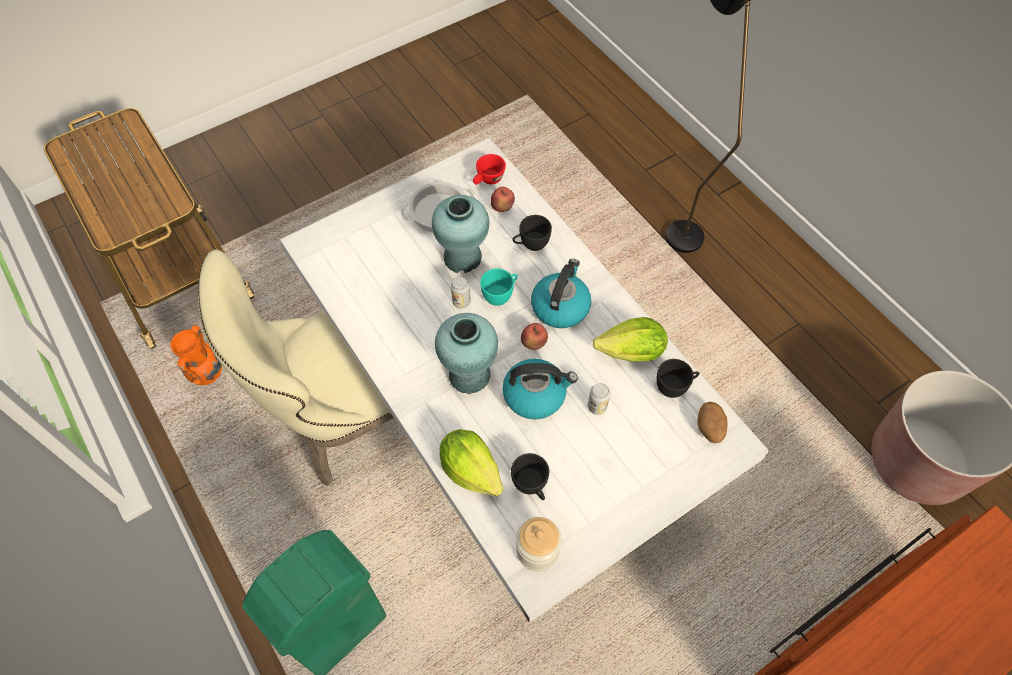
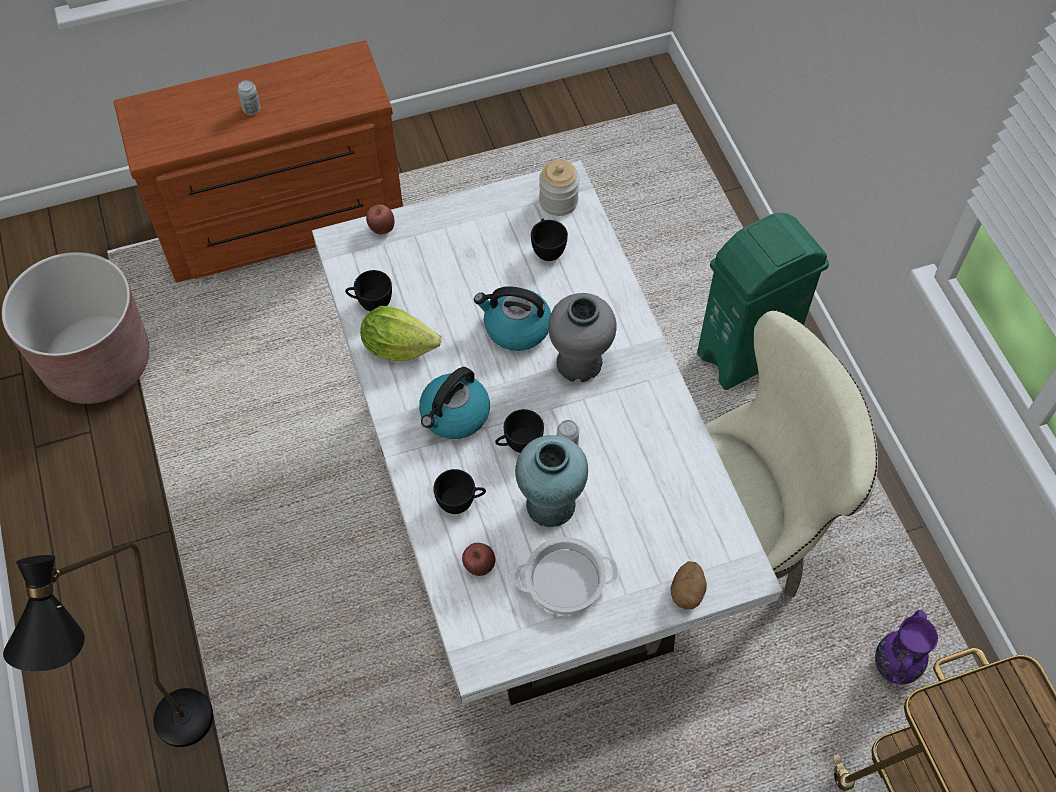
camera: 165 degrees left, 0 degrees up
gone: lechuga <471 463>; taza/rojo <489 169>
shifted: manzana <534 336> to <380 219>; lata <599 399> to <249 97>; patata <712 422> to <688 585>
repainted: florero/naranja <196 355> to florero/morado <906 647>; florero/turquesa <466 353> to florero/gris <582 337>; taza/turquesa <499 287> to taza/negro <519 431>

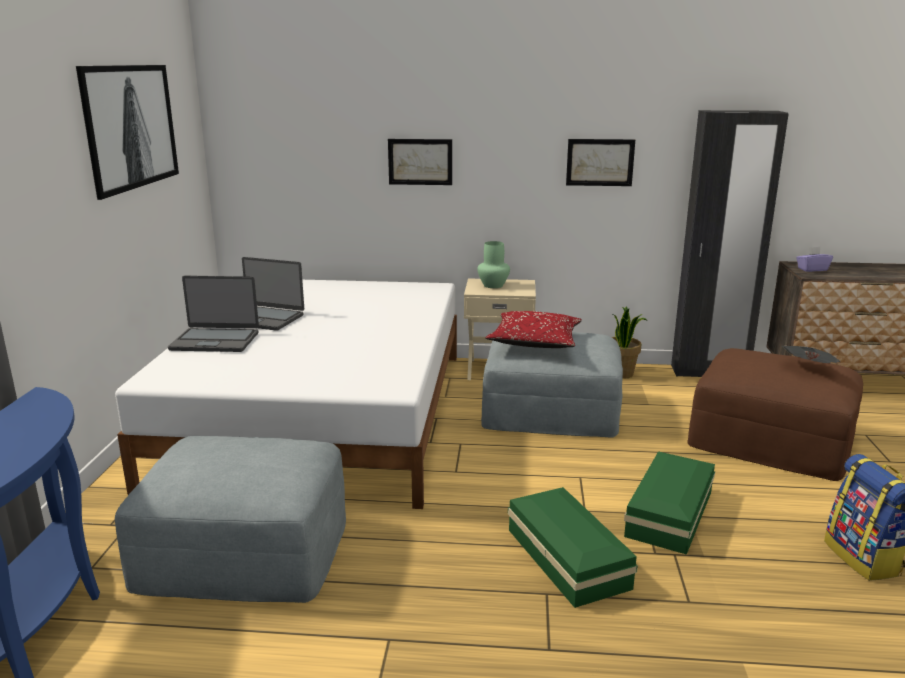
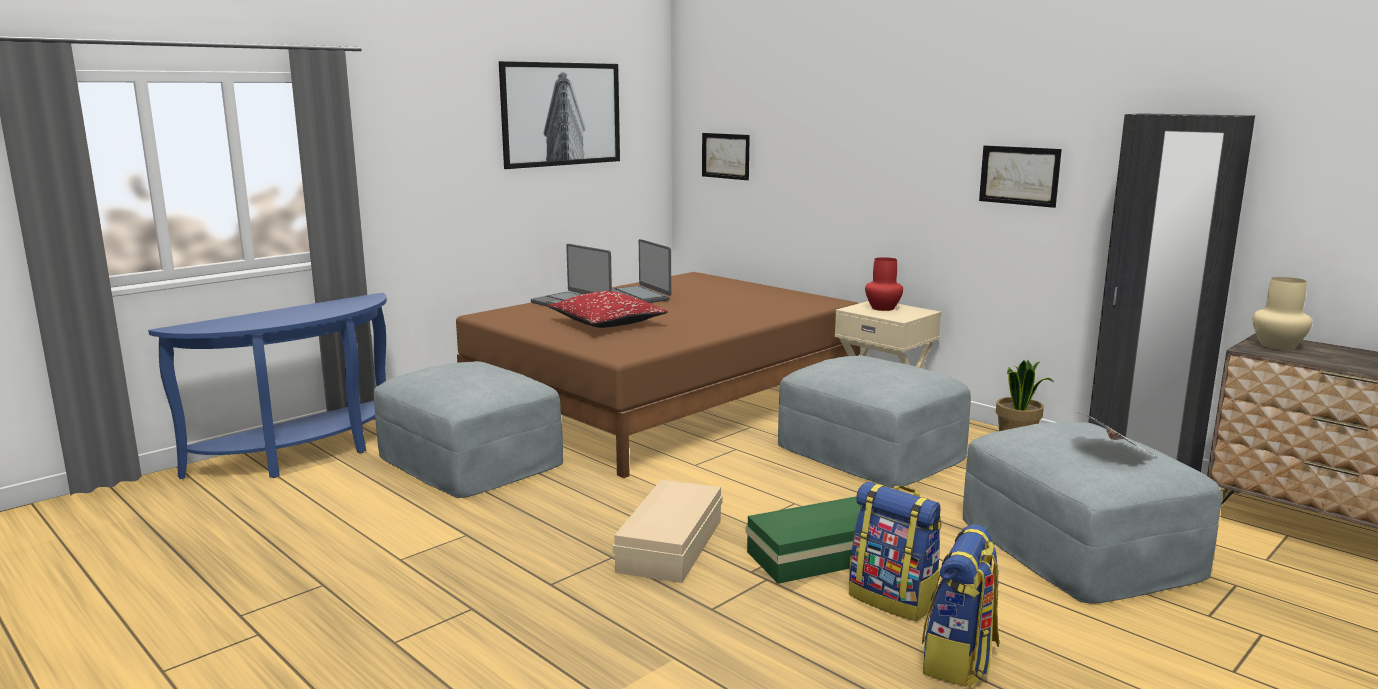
camera: 40 degrees right, 5 degrees down
new: mochila <896 551>
shifted: cuadro <420 162> to <726 156>; cojín/rojo <533 329> to <608 309>
swapped: caja de pañuelos/morado <814 259> to florero/beis <1283 313>
repainted: cama/blanco <286 394> to cama/marrón <658 375>; florero/verde <493 264> to florero/rojo <884 284>; caja de almacenaje/verde <573 547> to caja de almacenaje/beis <668 531>; puf/marrón <775 414> to puf/gris <1092 513>

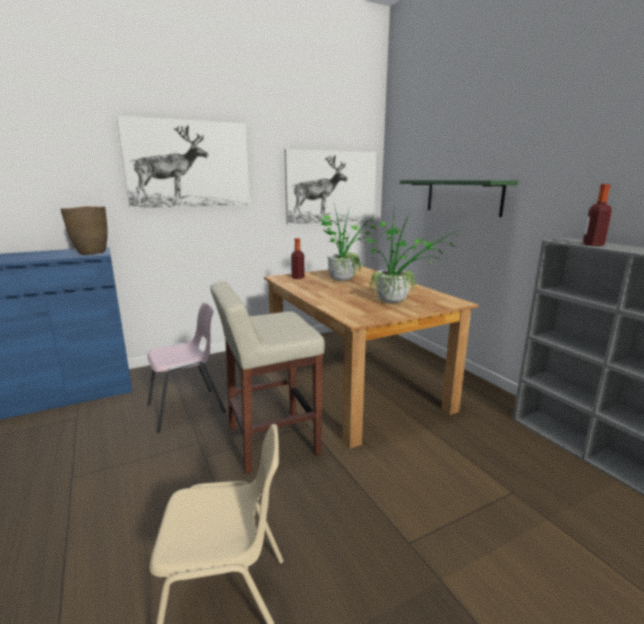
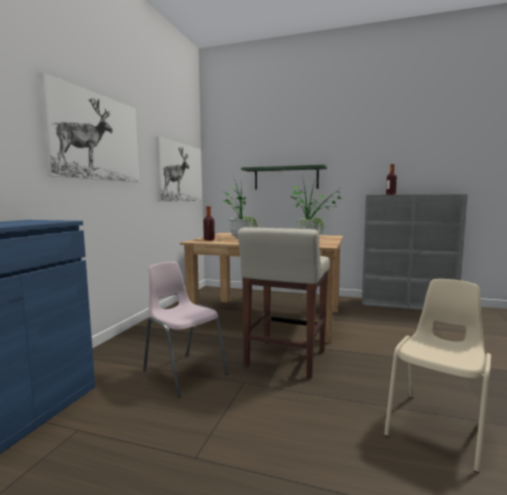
camera: 45 degrees left, 10 degrees down
gone: florero/marrón <84 230>
rotated: silla/rosa <186 367> = <185 330> 60 degrees counterclockwise

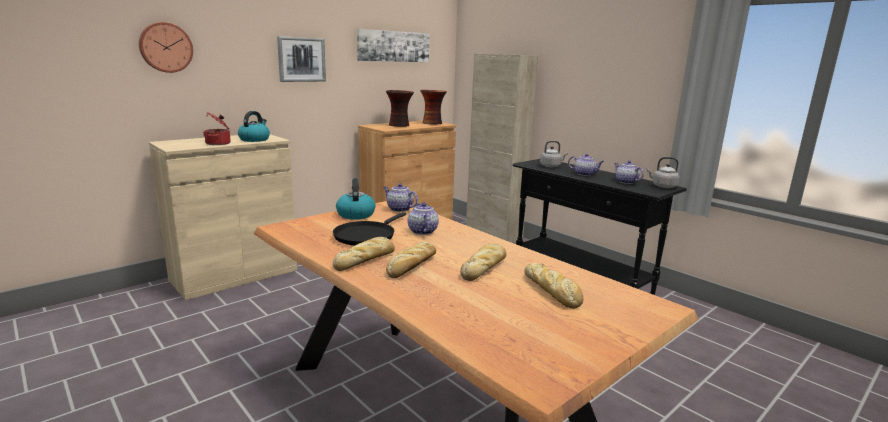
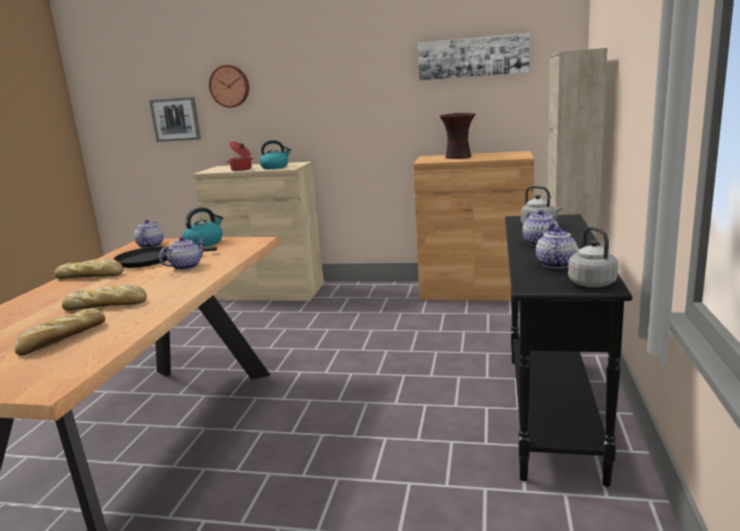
camera: 55 degrees right, 0 degrees up
gone: pan <411 260>; florero <433 107>
shifted: cuadro <301 59> to <175 119>; tetera <400 197> to <149 234>

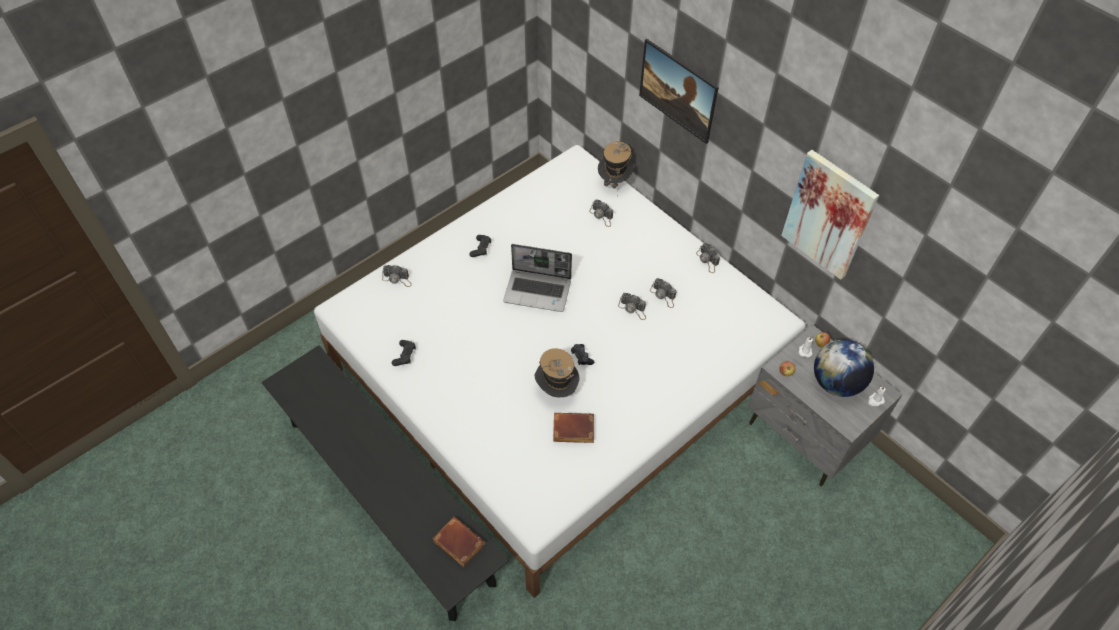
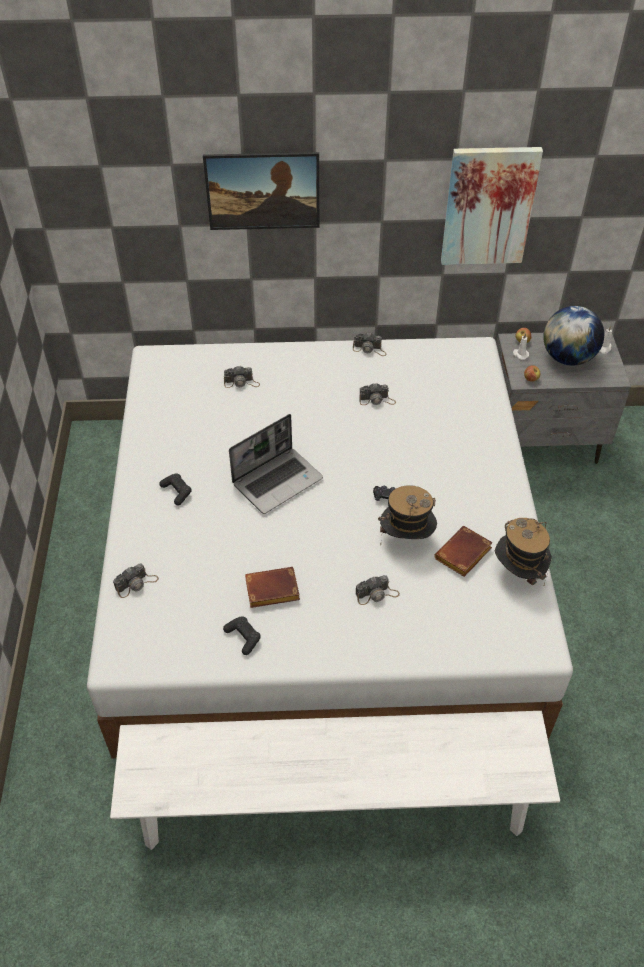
camera: 50 degrees left, 5 degrees down
shifted: libro/marrón <459 542> to <272 587>; sombrero <616 168> to <523 551>; cámara <632 306> to <378 590>
repainted: banco/negro <385 483> to banco/blanco <335 780>

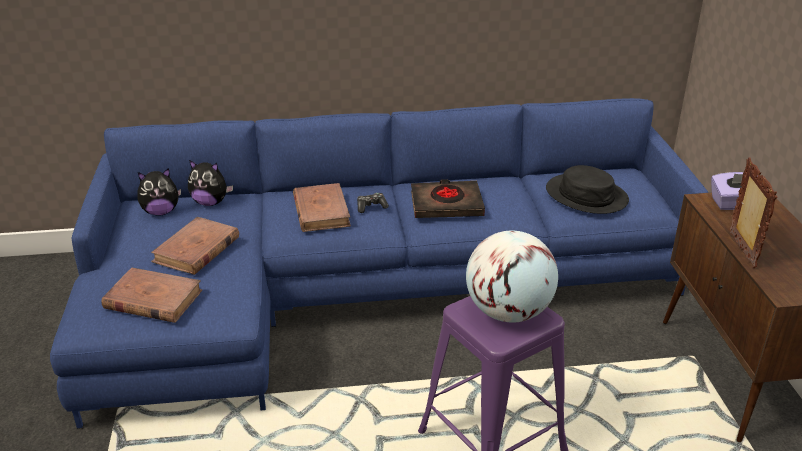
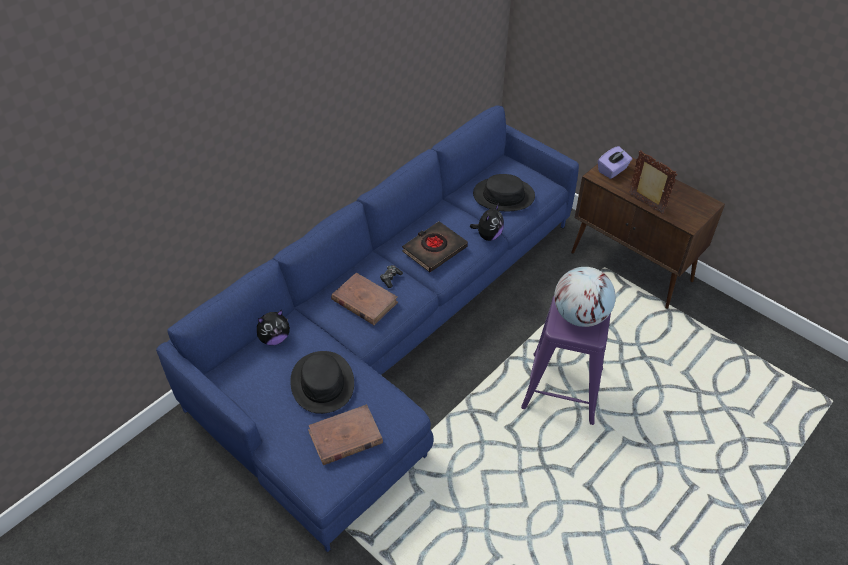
camera: 40 degrees left, 15 degrees up
shifted: peluche <159 192> to <487 222>
swapped: libro/marrón <195 246> to sombrero/negro <322 382>

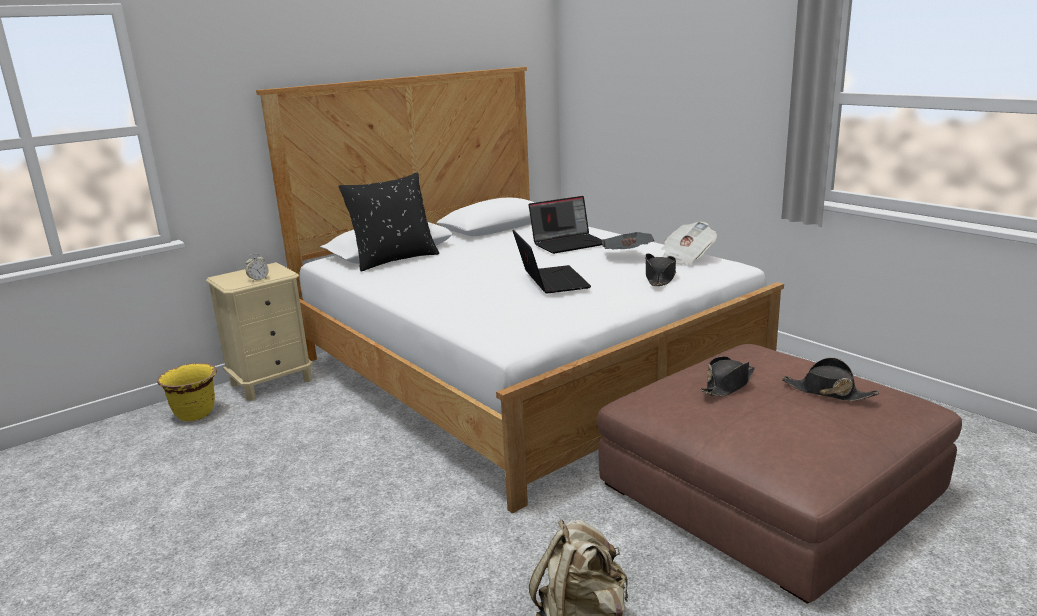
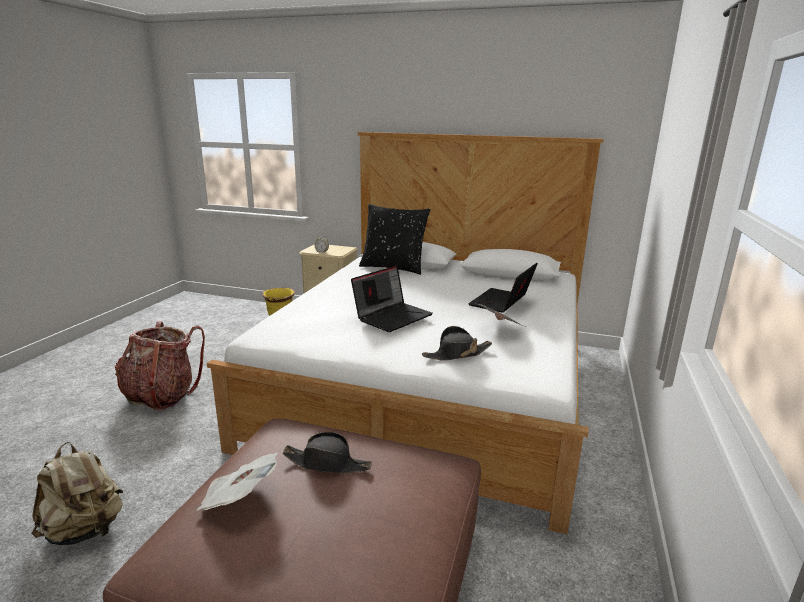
camera: 55 degrees right, 0 degrees up
gone: sombrero/negro <830 379>
new: mochila <160 366>
shifted: periódico <689 243> to <237 482>
rotated: portátil <565 225> = <503 288> 90 degrees clockwise

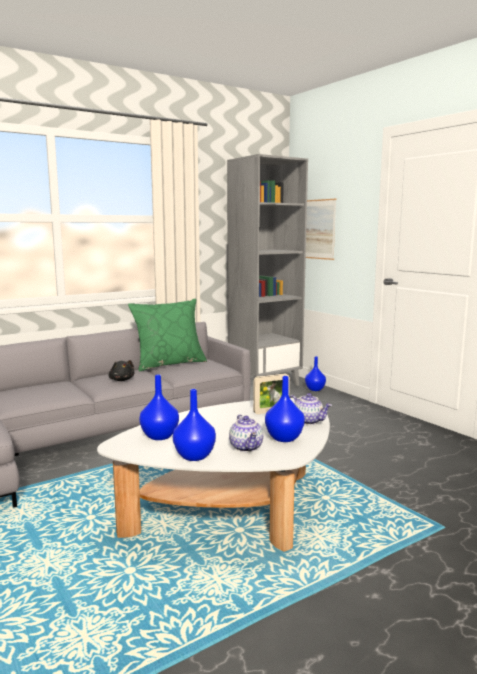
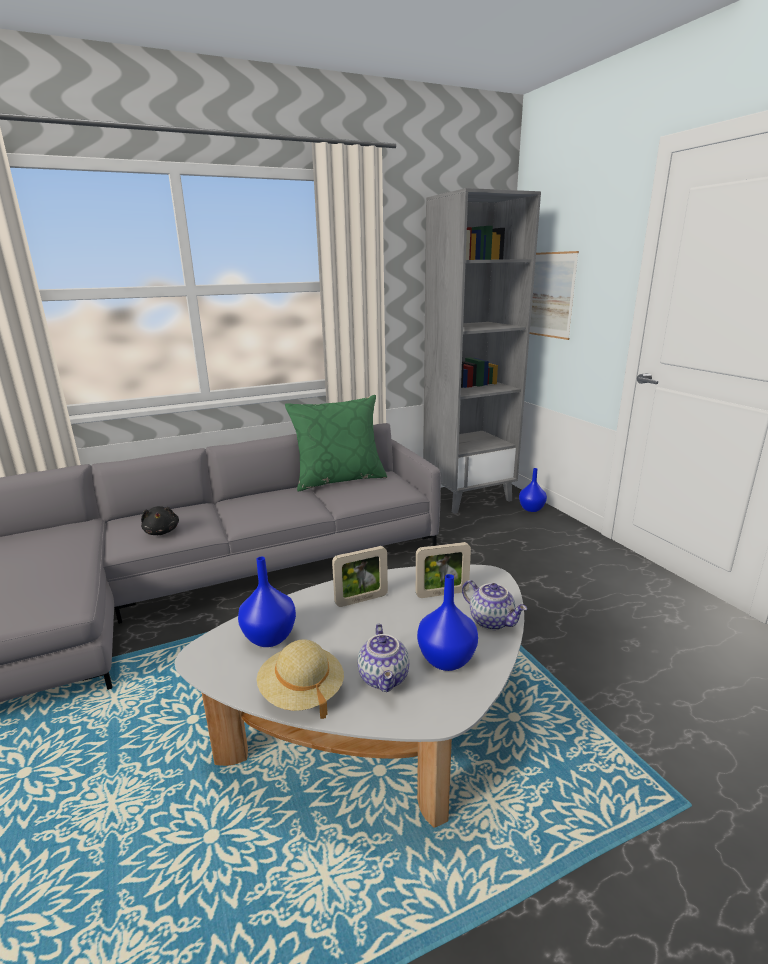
camera: 10 degrees right, 10 degrees up
new: portarretratos <360 576>
shifted: peluche/negro <121 370> to <160 520>
swapped: florero/azul <194 425> to sombrero/beis <300 679>

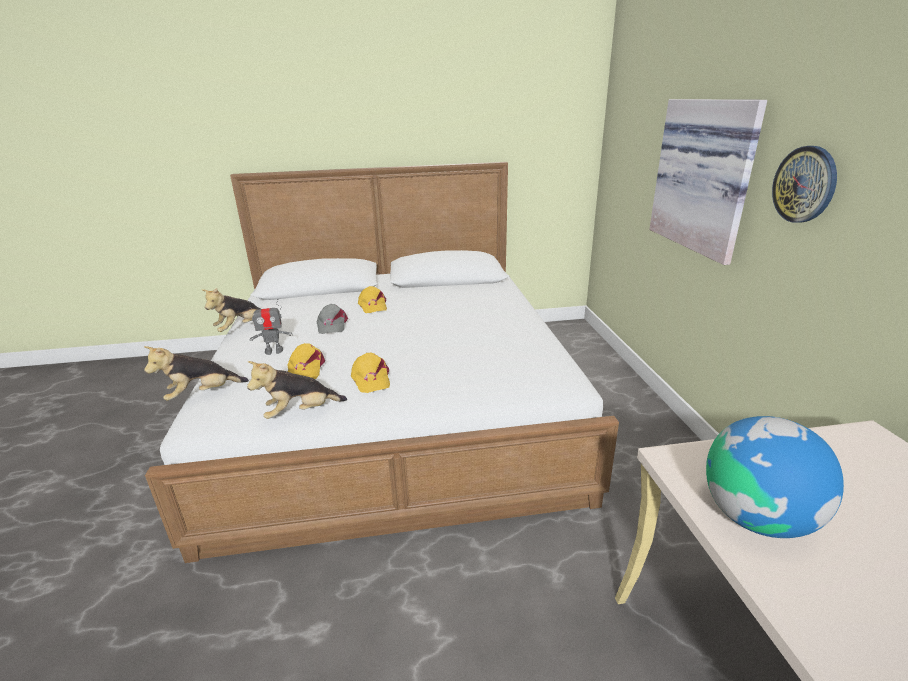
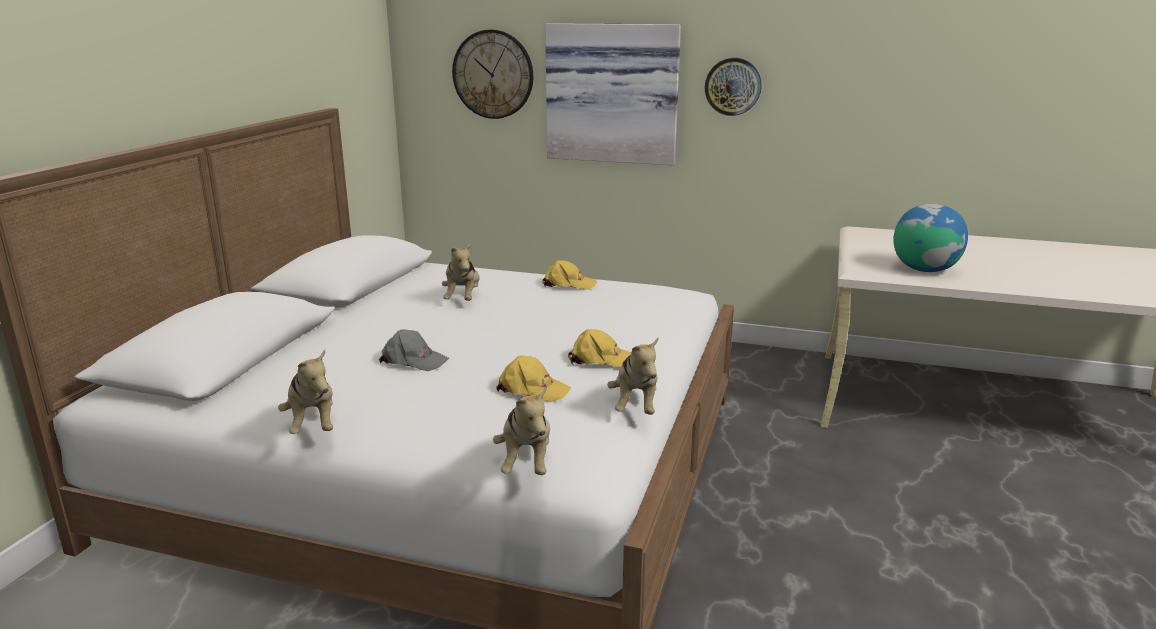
camera: 65 degrees left, 5 degrees down
gone: robot de juguete <270 327>
new: peluche <461 271>; reloj de pared <492 74>
shifted: gorra/amarillo <372 299> to <569 275>

